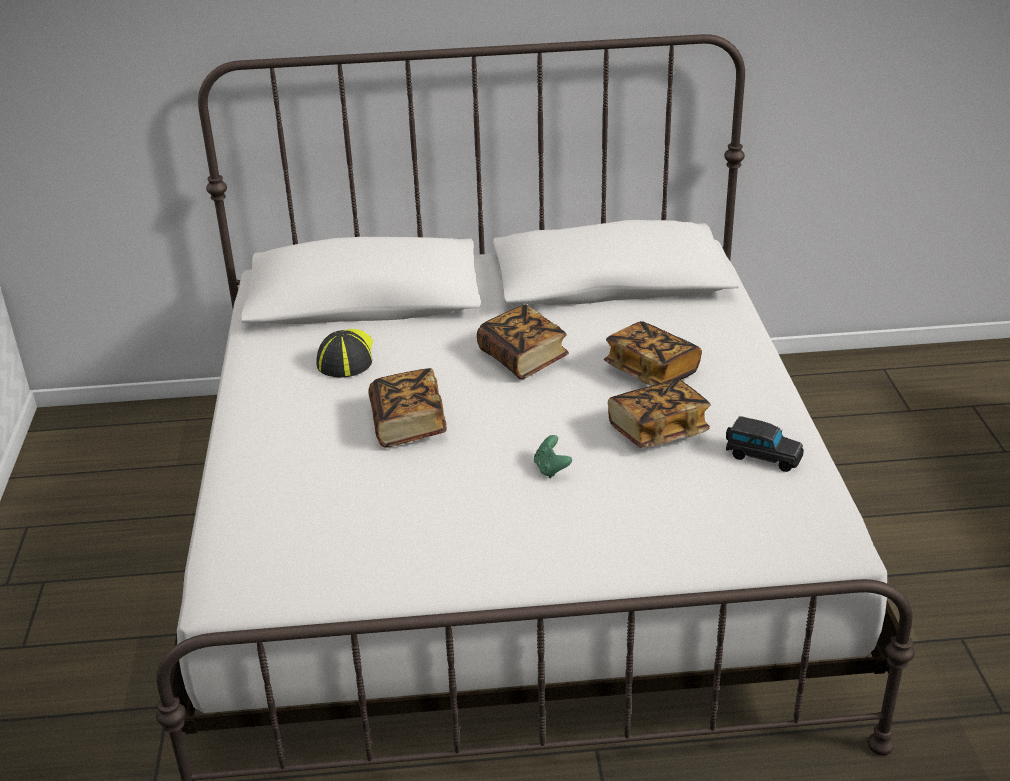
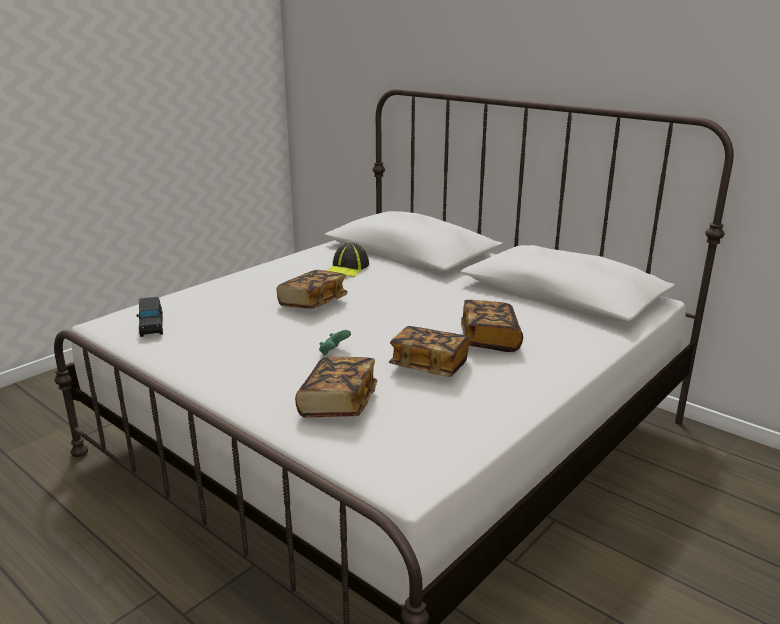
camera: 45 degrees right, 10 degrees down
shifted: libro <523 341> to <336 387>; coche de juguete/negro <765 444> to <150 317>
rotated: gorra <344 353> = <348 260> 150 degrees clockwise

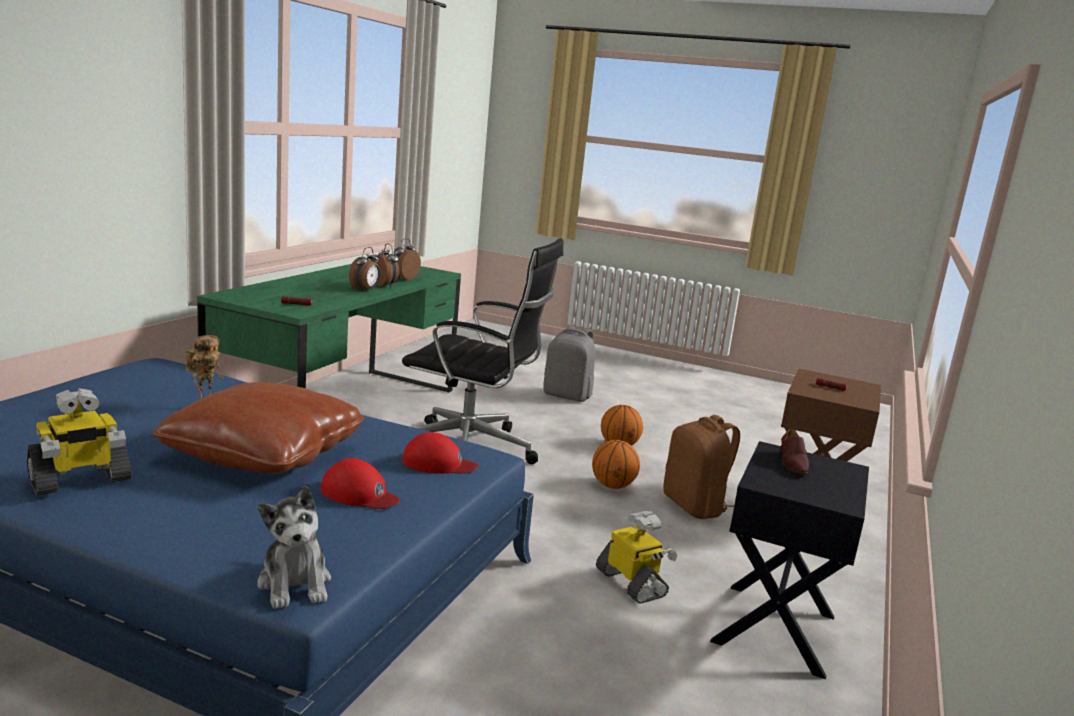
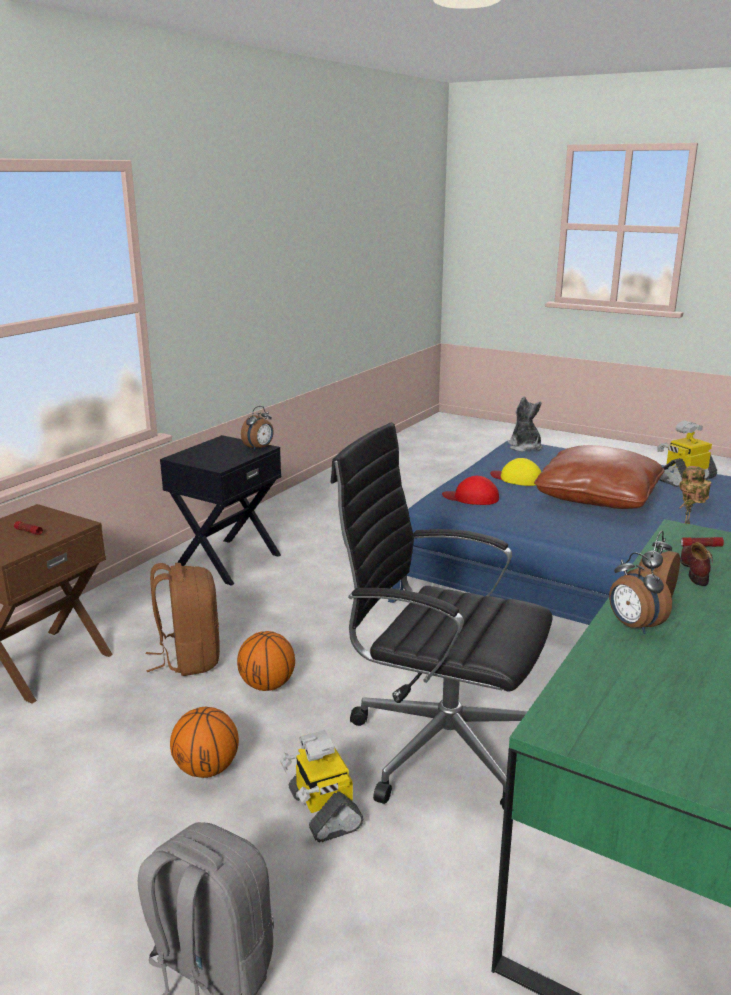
camera: 170 degrees left, 5 degrees up
shifted: despertador <407 259> to <257 428>; robot de juguete <636 557> to <321 786>; zapato/marrón <794 451> to <696 564>
repainted: gorra/rojo <360 483> to gorra/amarillo <515 472>

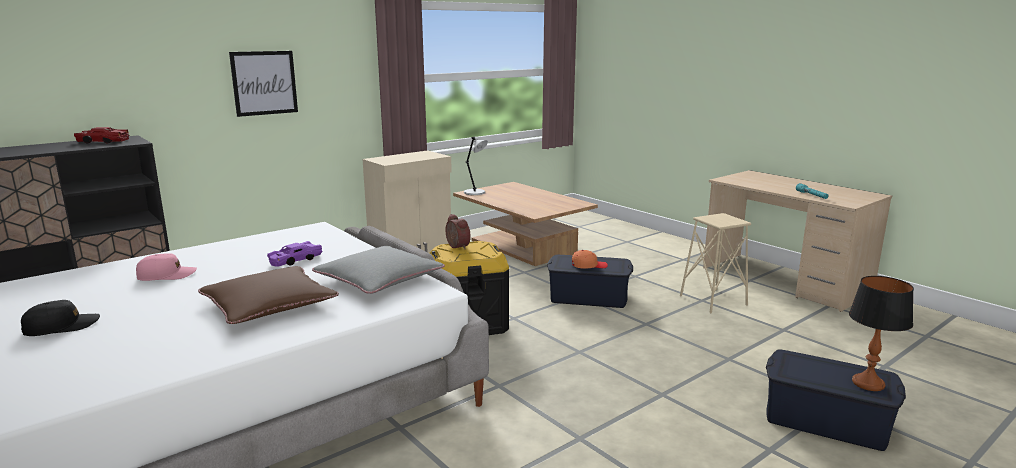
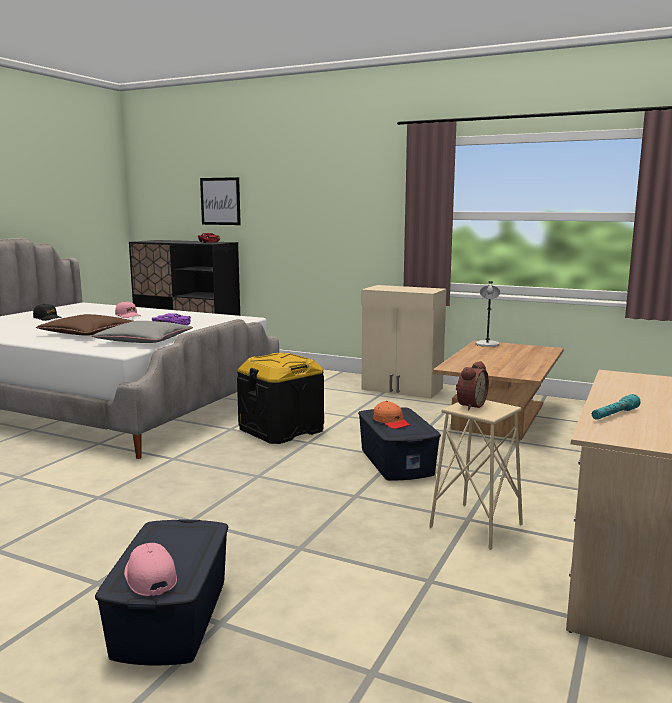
camera: 65 degrees right, 5 degrees down
shifted: cuadro <263 84> to <220 201>; despertador <458 231> to <472 385>
swapped: lámpara de mesa <881 333> to gorra/rosa <150 569>

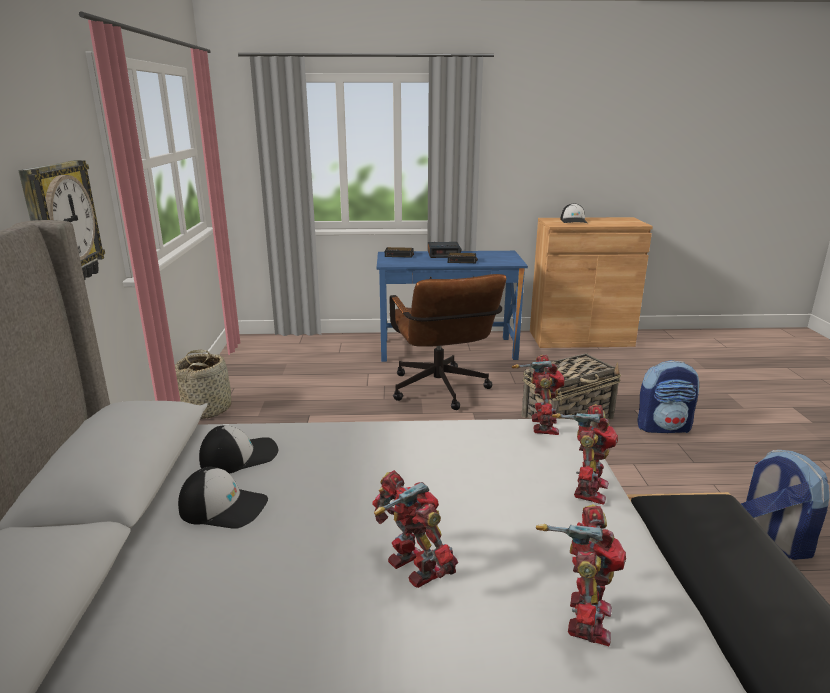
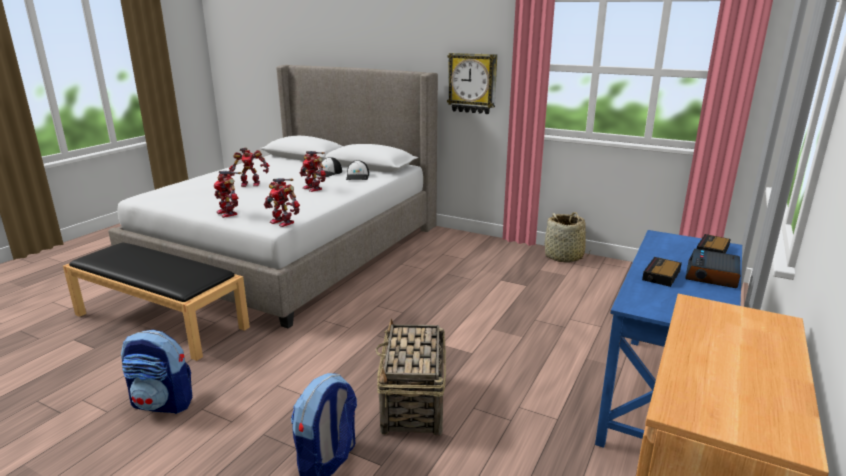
camera: 120 degrees right, 0 degrees up
gone: silla de oficina/marrón <448 342>; gorra <573 213>
shifted: robot de juguete <581 575> to <313 171>

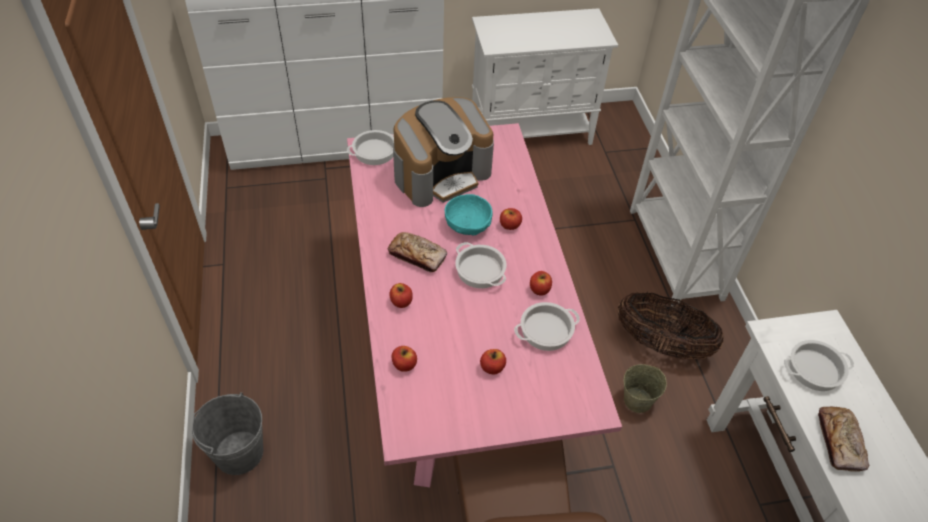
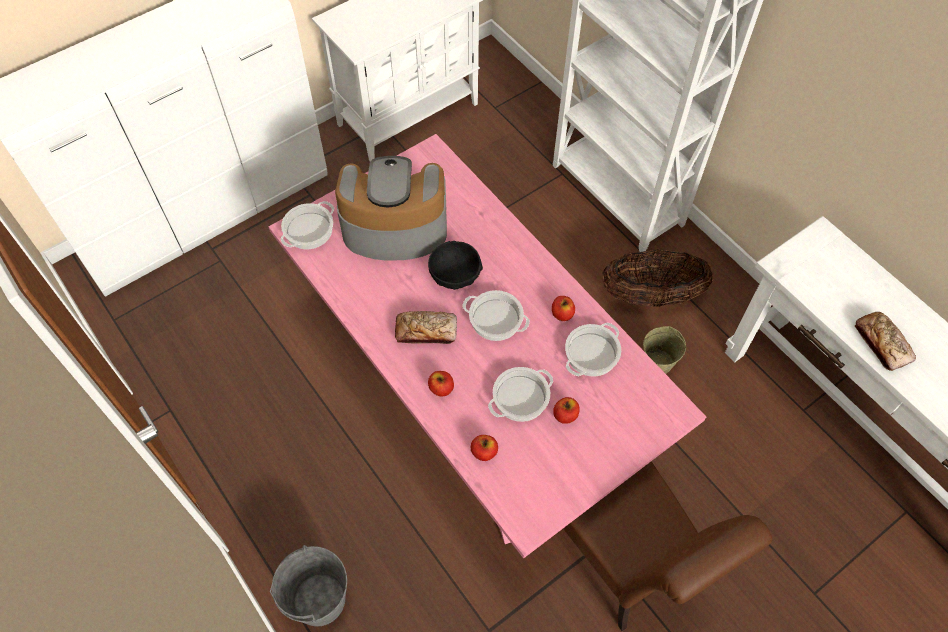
camera: 25 degrees left, 10 degrees up
gone: manzana <511 219>
shifted: olla <819 365> to <520 394>
repainted: cuenco/turquesa <469 215> to cuenco/negro <455 265>
rotated: cafetera <443 152> = <391 208> 120 degrees counterclockwise

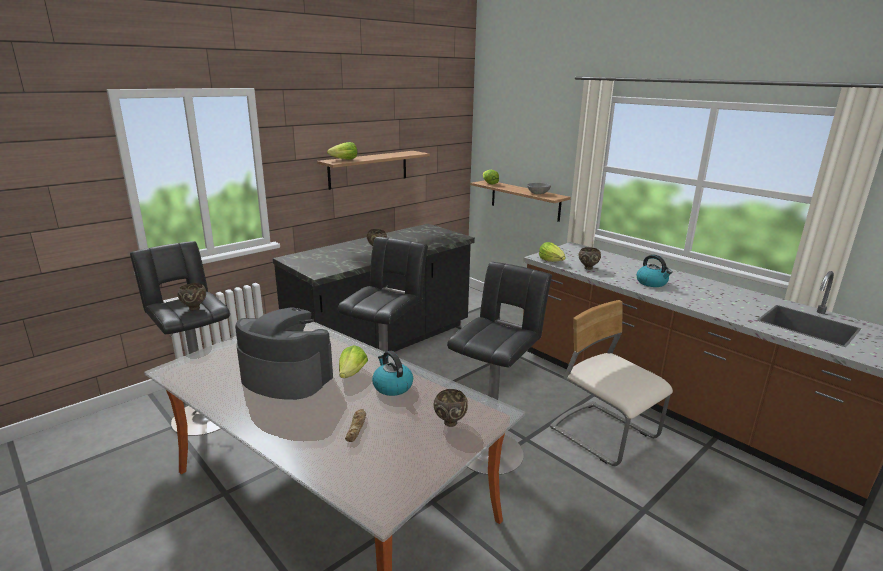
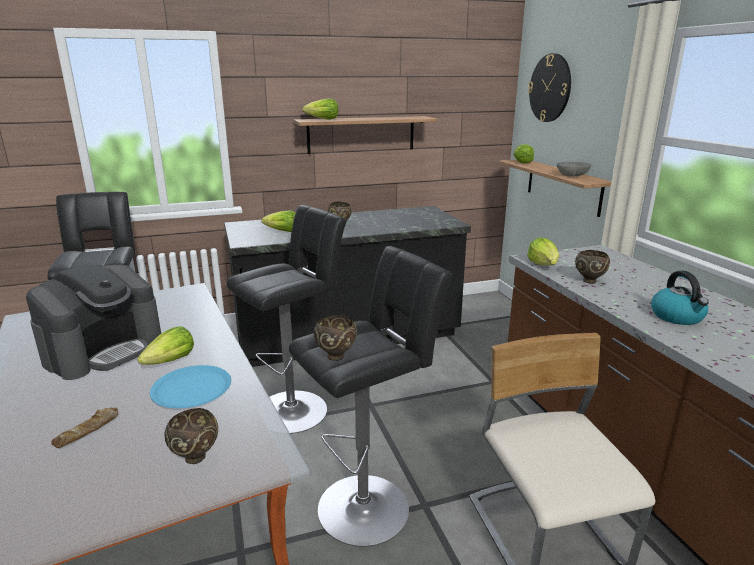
camera: 25 degrees right, 0 degrees up
new: lechuga <278 221>; reloj de pared <549 87>
shifted: cuenco/marrón <191 297> to <335 338>
swapped: hervidor <392 373> to plato/azul <190 386>
rotated: cafetera <284 353> = <93 322> 75 degrees clockwise

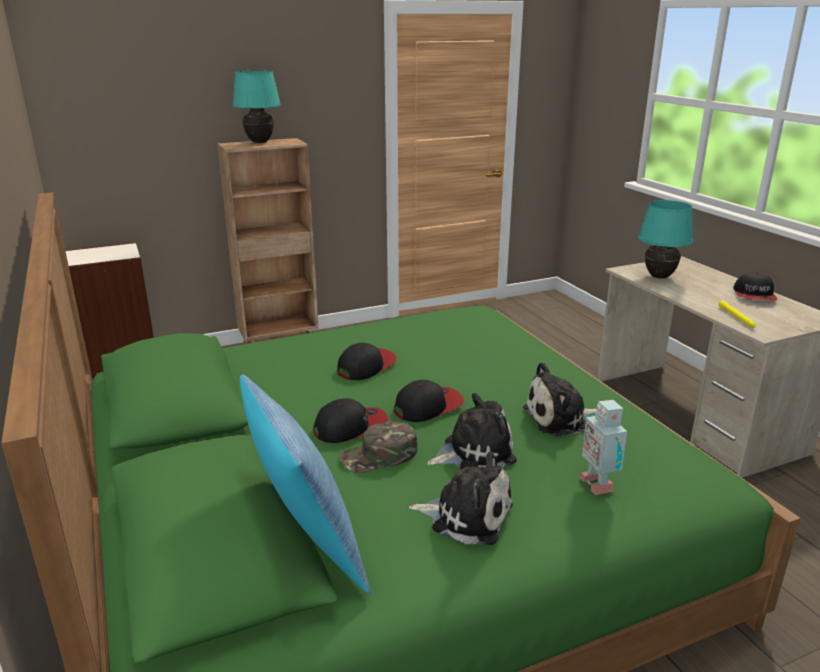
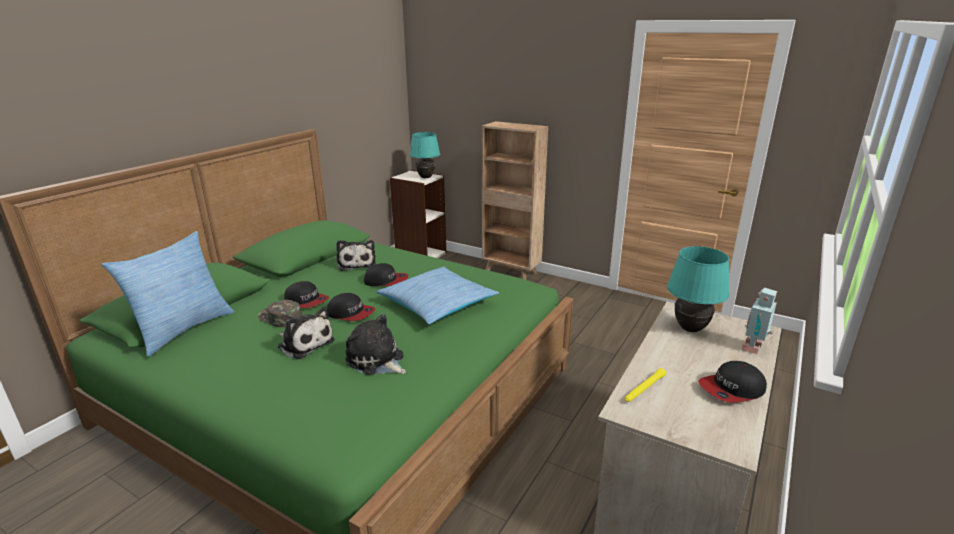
camera: 55 degrees right, 0 degrees up
new: cojín <437 295>
shifted: lámpara de mesa/turquesa <256 107> to <425 155>; peluche <461 498> to <356 255>; robot de juguete <604 447> to <759 320>

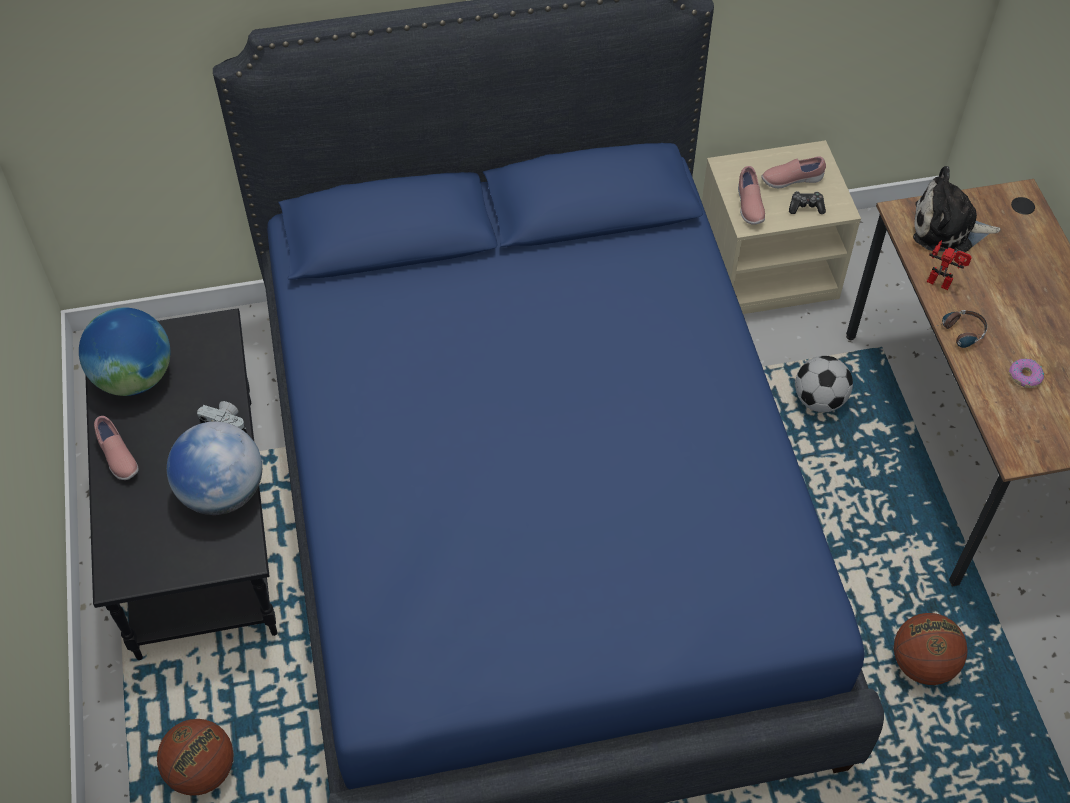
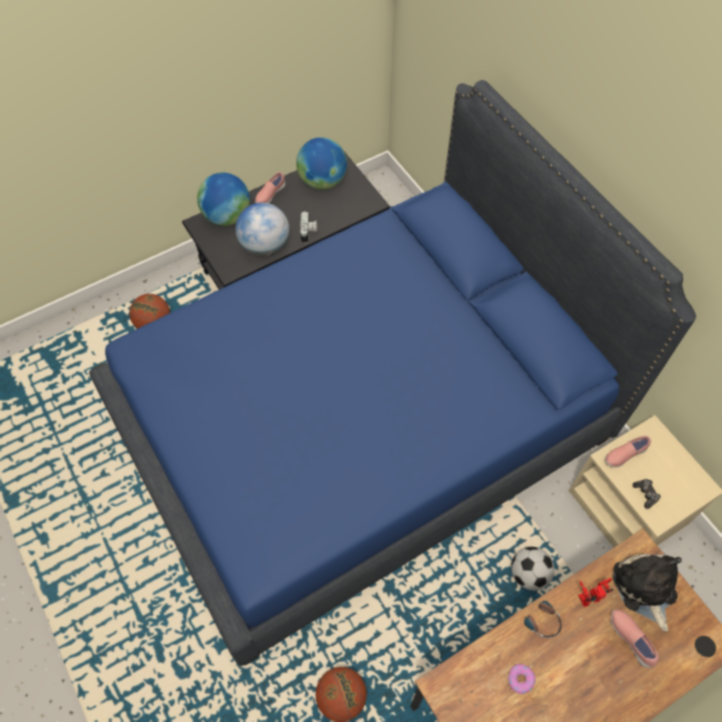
camera: 70 degrees right, 5 degrees up
new: globo terráqueo <223 199>
shifted: zapato/rosa <793 172> to <635 639>
rotated: robot de juguete <949 265> = <595 592> 120 degrees counterclockwise

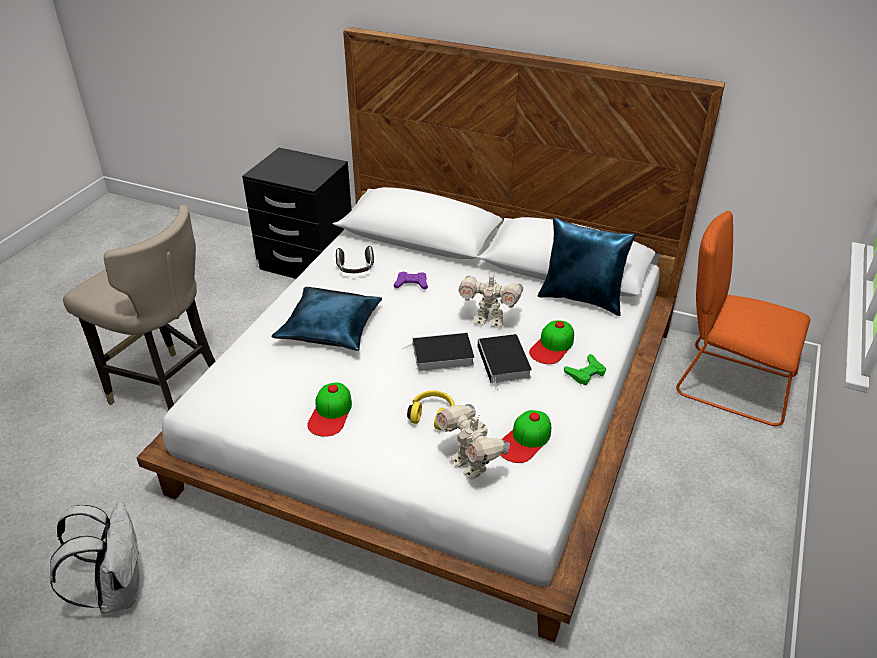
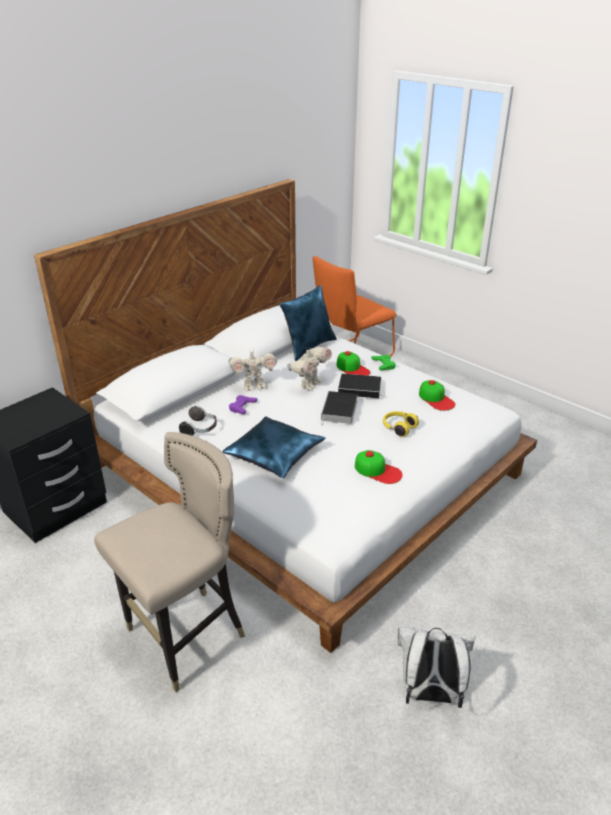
camera: 70 degrees left, 5 degrees down
shifted: robot de juguete <473 441> to <253 369>

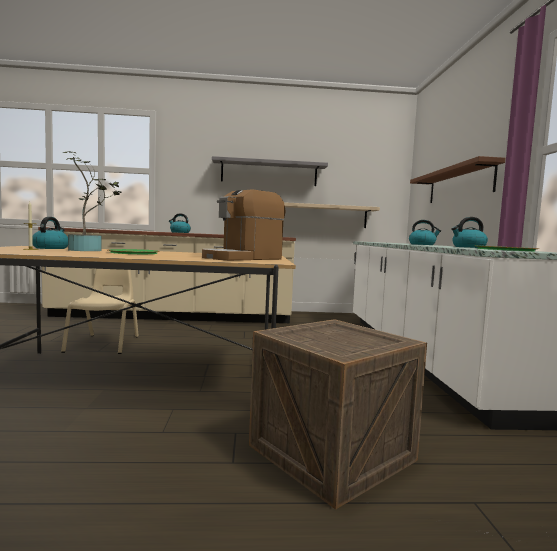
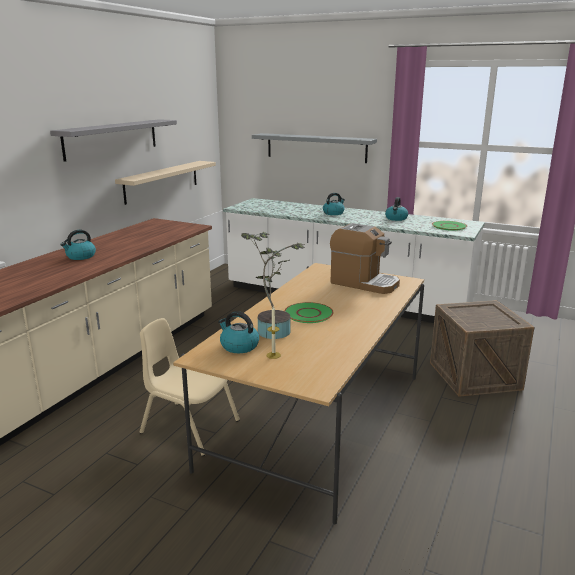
camera: 60 degrees left, 15 degrees up
repainted: estante/marrón <457 179> to estante/gris <314 148>
rotated: cafetera <243 224> = <365 258> 45 degrees counterclockwise

